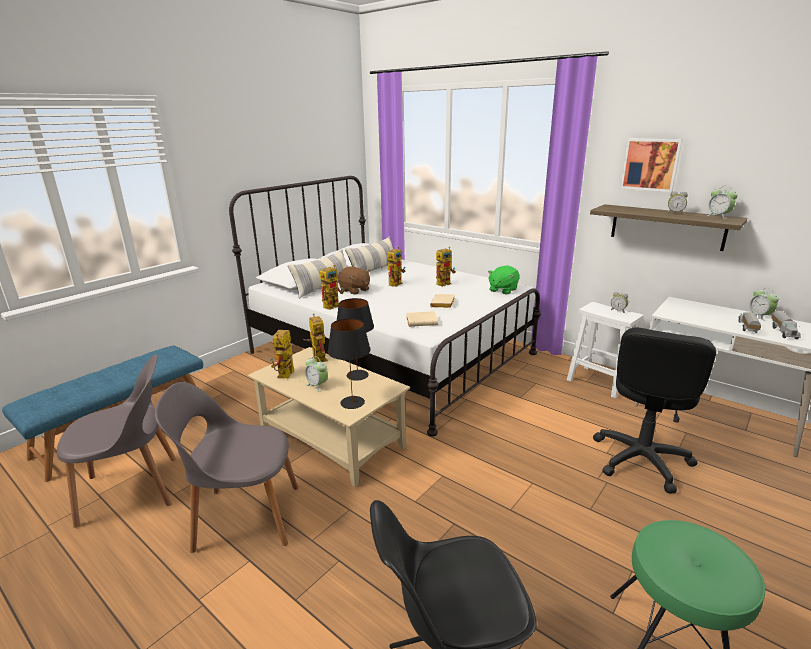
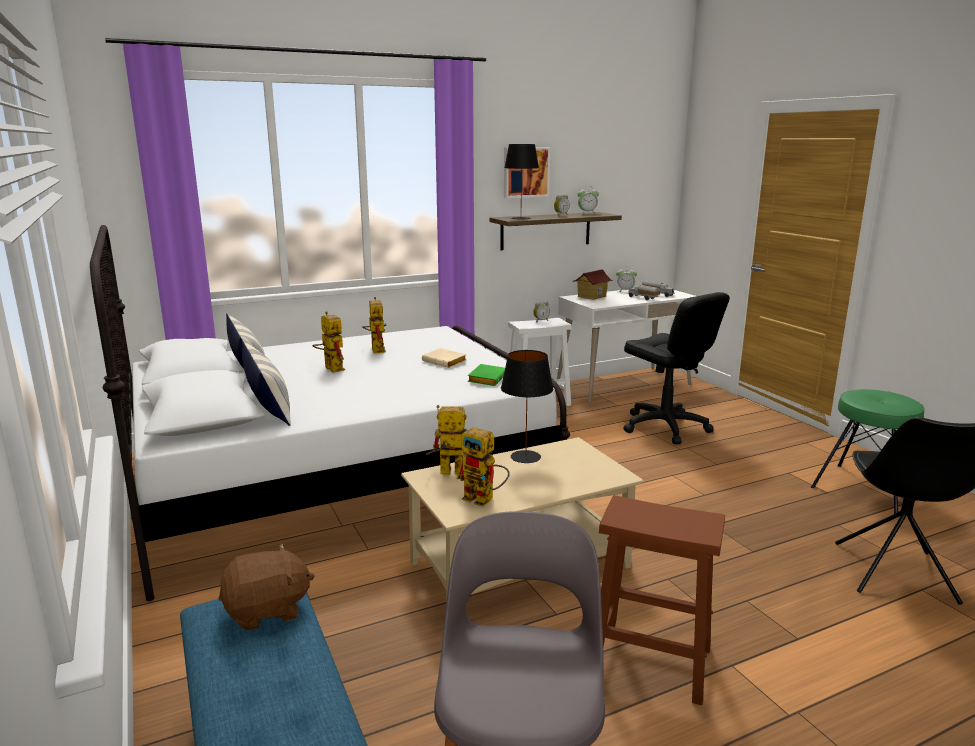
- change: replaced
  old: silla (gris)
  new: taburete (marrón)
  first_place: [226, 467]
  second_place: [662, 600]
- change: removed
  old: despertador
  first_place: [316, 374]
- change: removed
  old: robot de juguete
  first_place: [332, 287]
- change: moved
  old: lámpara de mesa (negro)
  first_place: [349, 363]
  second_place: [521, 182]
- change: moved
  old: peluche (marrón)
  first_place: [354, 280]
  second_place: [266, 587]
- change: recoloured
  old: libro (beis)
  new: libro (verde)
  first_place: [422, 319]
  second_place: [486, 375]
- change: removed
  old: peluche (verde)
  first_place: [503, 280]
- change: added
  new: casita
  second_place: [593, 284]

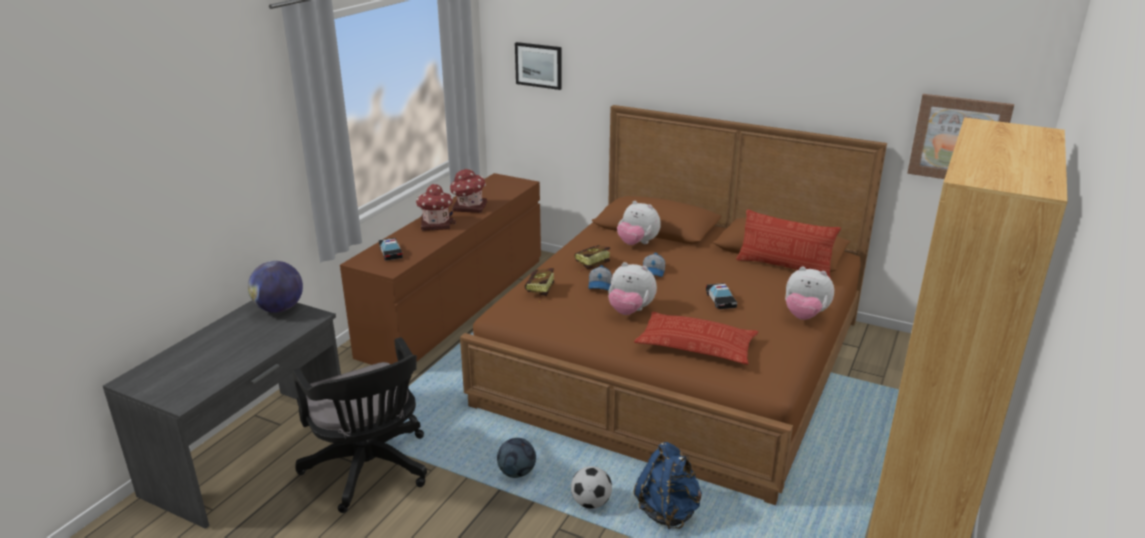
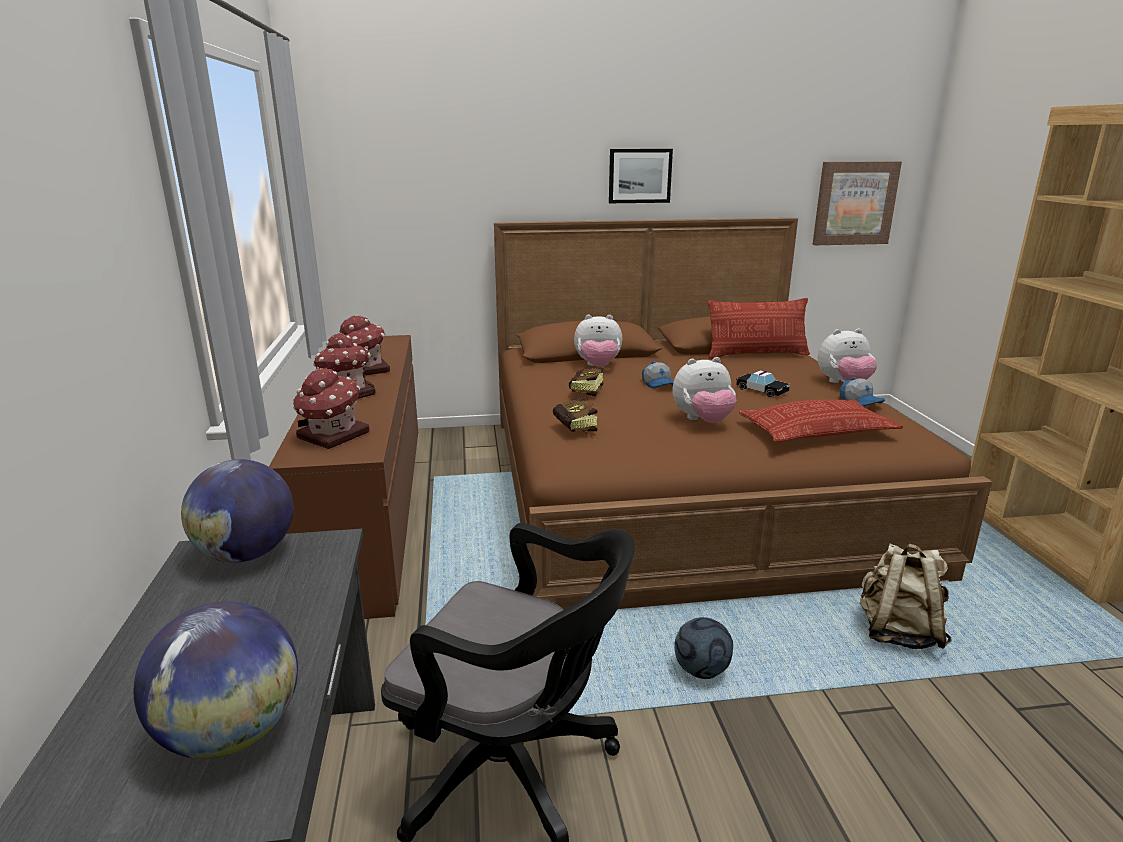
- change: replaced
  old: coche de juguete
  new: casita
  first_place: [391, 249]
  second_place: [331, 408]
- change: moved
  old: cuadro
  first_place: [538, 66]
  second_place: [641, 176]
- change: removed
  old: balón de fútbol
  first_place: [591, 487]
- change: moved
  old: gorra
  first_place: [600, 277]
  second_place: [862, 392]
- change: recoloured
  old: mochila (azul)
  new: mochila (beis)
  first_place: [668, 485]
  second_place: [906, 596]
- change: added
  new: globo terráqueo
  second_place: [215, 680]

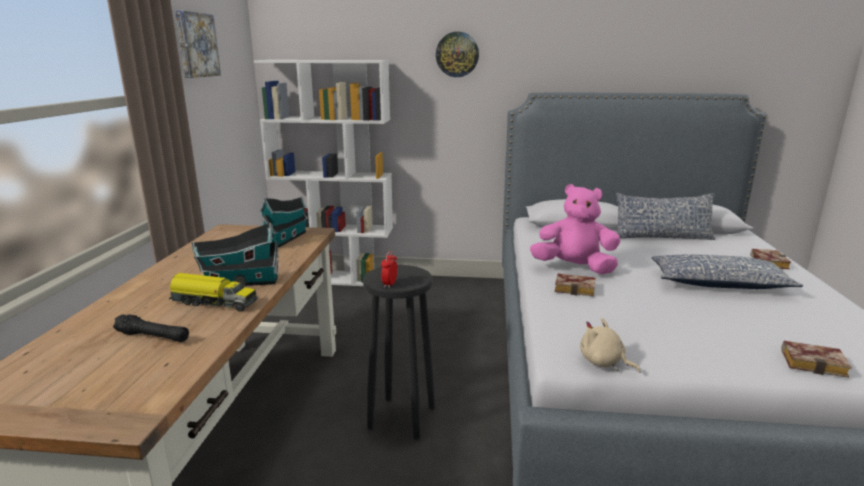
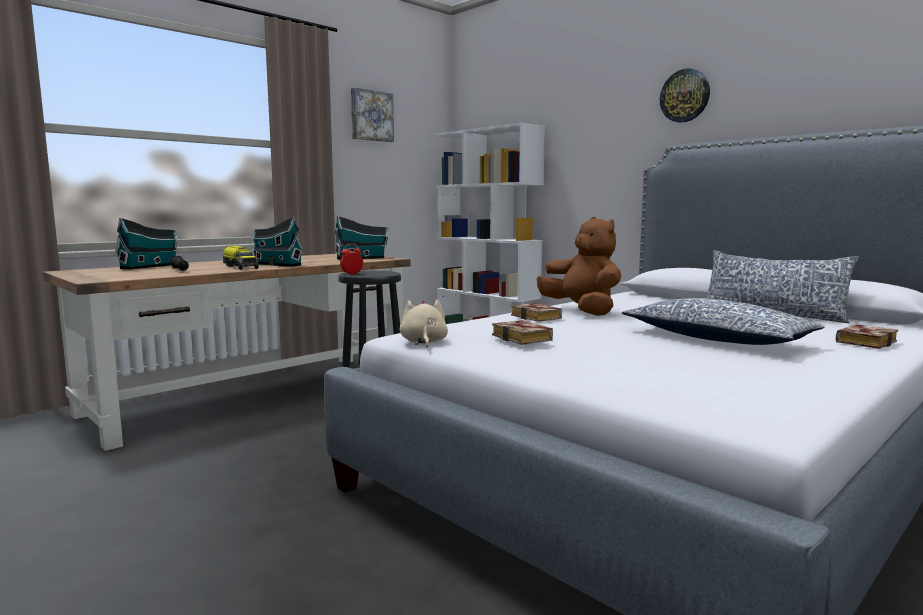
- change: moved
  old: reloj de pared
  first_place: [457, 54]
  second_place: [685, 95]
- change: recoloured
  old: peluche (rosa)
  new: peluche (marrón)
  first_place: [575, 229]
  second_place: [579, 266]
- change: moved
  old: libro
  first_place: [816, 359]
  second_place: [522, 332]
- change: added
  new: casita
  second_place: [146, 243]

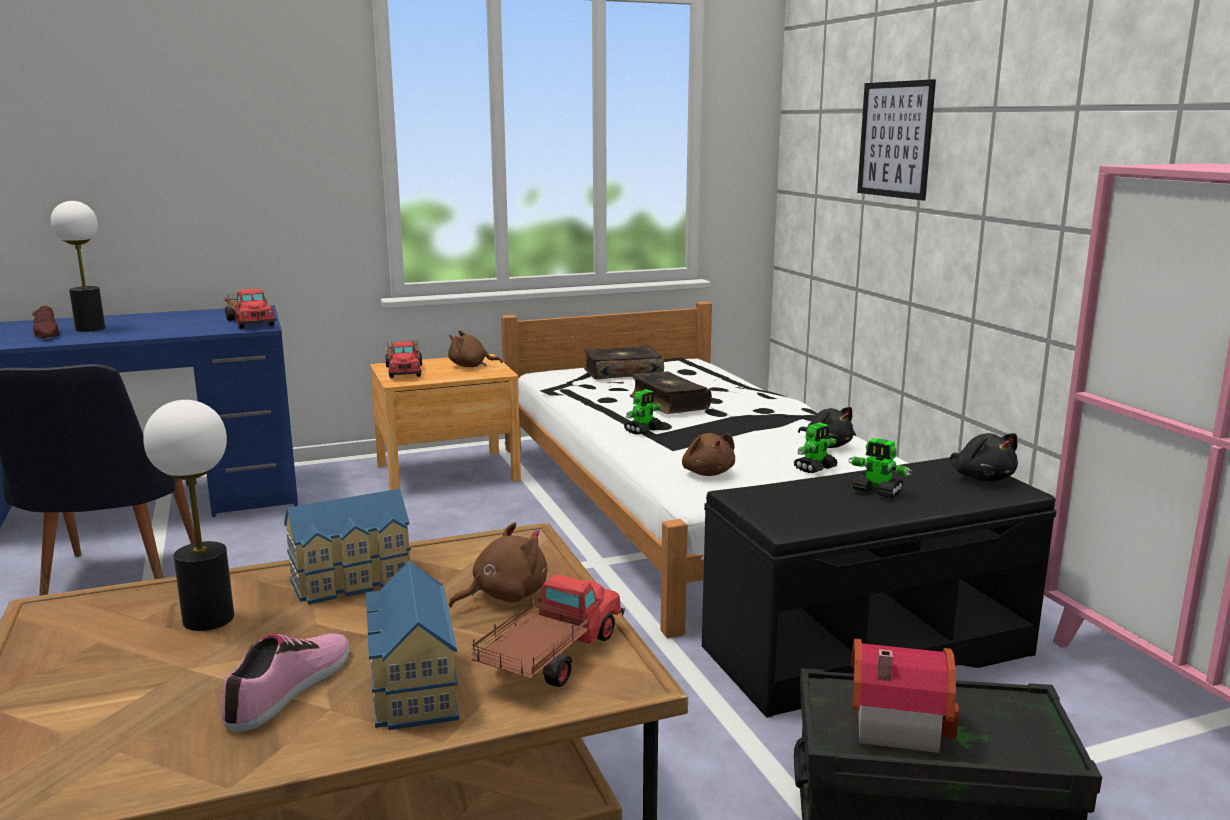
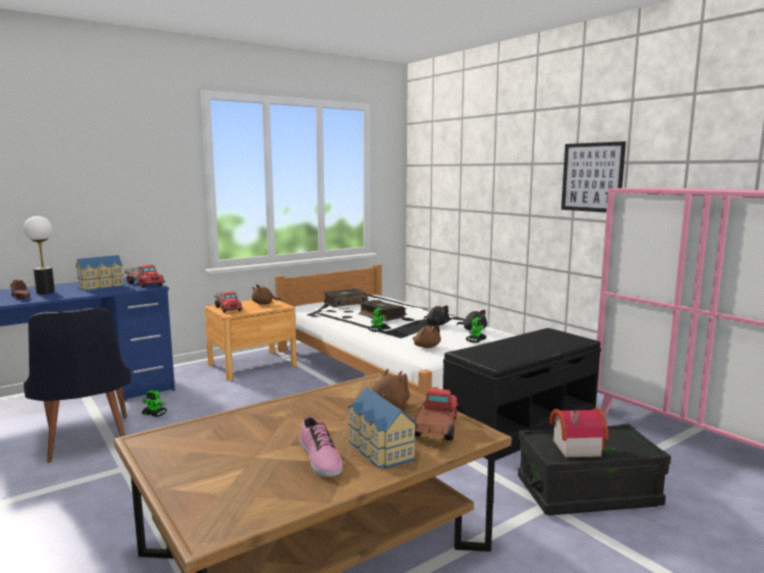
- change: removed
  old: lámpara de mesa
  first_place: [188, 515]
- change: turned
  old: zapato
  first_place: [285, 682]
  second_place: [321, 447]
  degrees: 150
- change: moved
  old: casita
  first_place: [347, 546]
  second_place: [100, 273]
- change: moved
  old: robot de juguete
  first_place: [881, 468]
  second_place: [154, 403]
- change: moved
  old: cuadro
  first_place: [896, 139]
  second_place: [593, 176]
- change: moved
  old: peluche (negro)
  first_place: [984, 457]
  second_place: [436, 315]

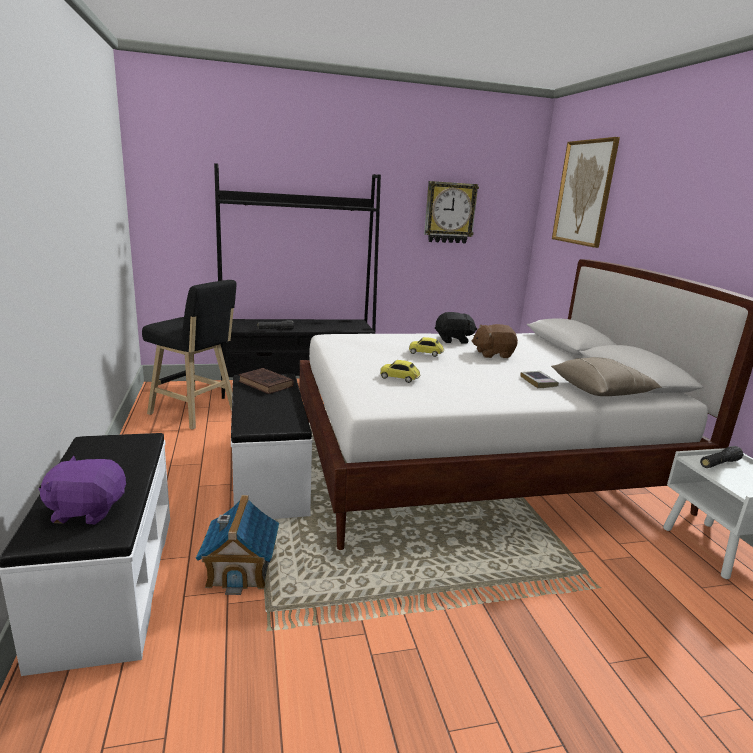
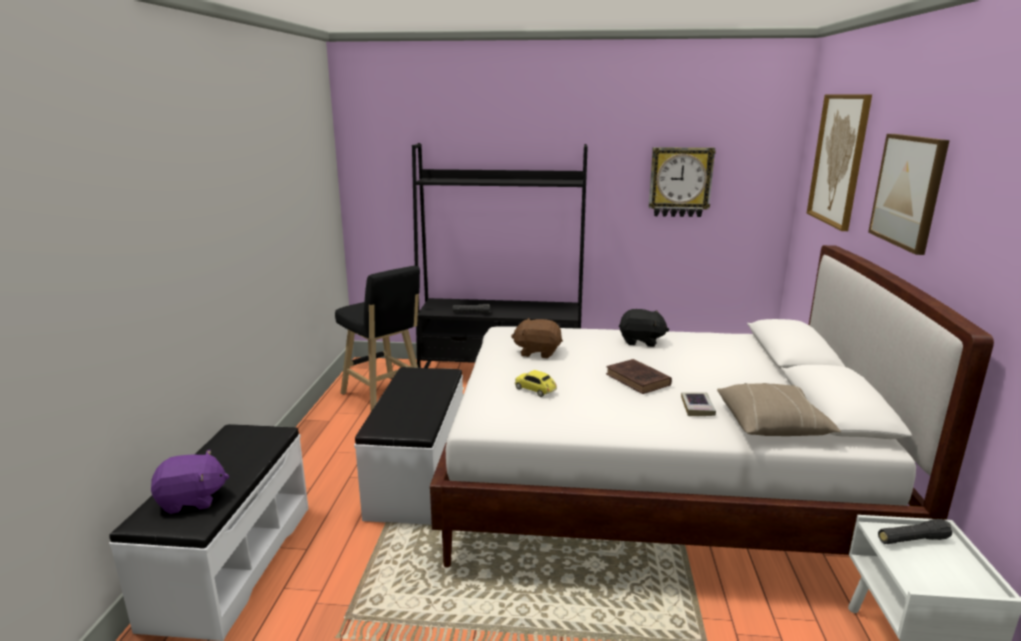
- change: turned
  old: peluche (morado)
  first_place: [82, 490]
  second_place: [190, 482]
  degrees: 150
- change: removed
  old: casita
  first_place: [237, 545]
- change: moved
  old: libro (marrón)
  first_place: [266, 381]
  second_place: [639, 376]
- change: removed
  old: coche de juguete
  first_place: [426, 347]
- change: moved
  old: peluche (marrón)
  first_place: [494, 341]
  second_place: [537, 338]
- change: added
  new: cuadro
  second_place: [909, 194]

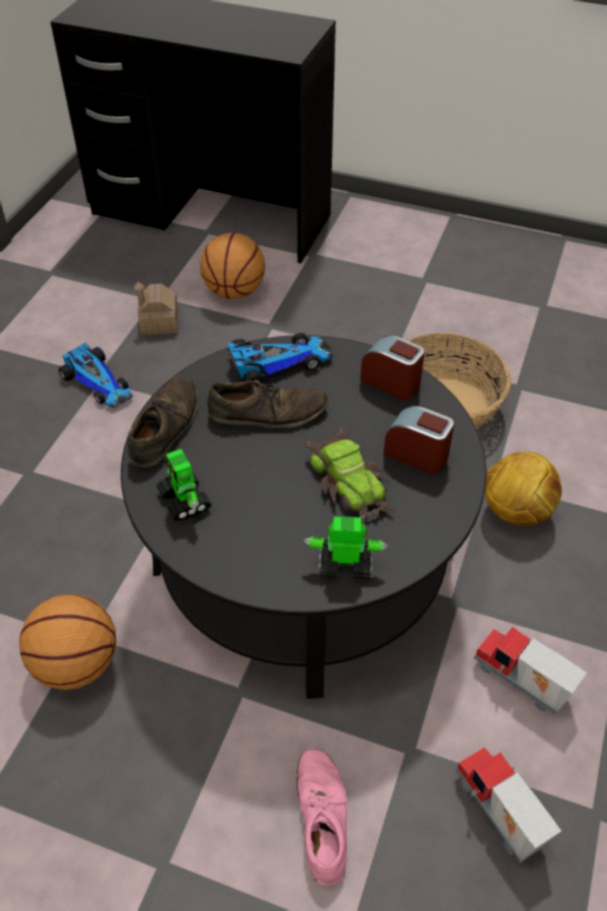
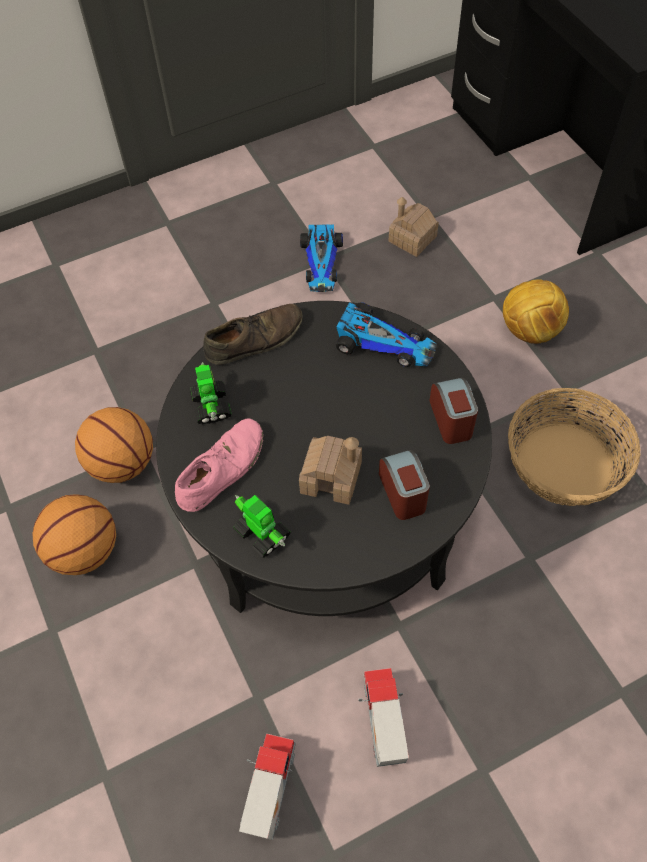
- change: turned
  old: robot de juguete
  first_place: [183, 485]
  second_place: [211, 393]
  degrees: 150
- change: moved
  old: balón de baloncesto
  first_place: [232, 266]
  second_place: [74, 534]
- change: removed
  old: zapato (marrón)
  first_place: [267, 404]
- change: moved
  old: zapato (rosa)
  first_place: [322, 817]
  second_place: [219, 465]
- change: replaced
  old: coche de juguete
  new: casita
  first_place: [351, 476]
  second_place: [330, 470]
- change: moved
  old: balón de fútbol
  first_place: [523, 488]
  second_place: [536, 312]

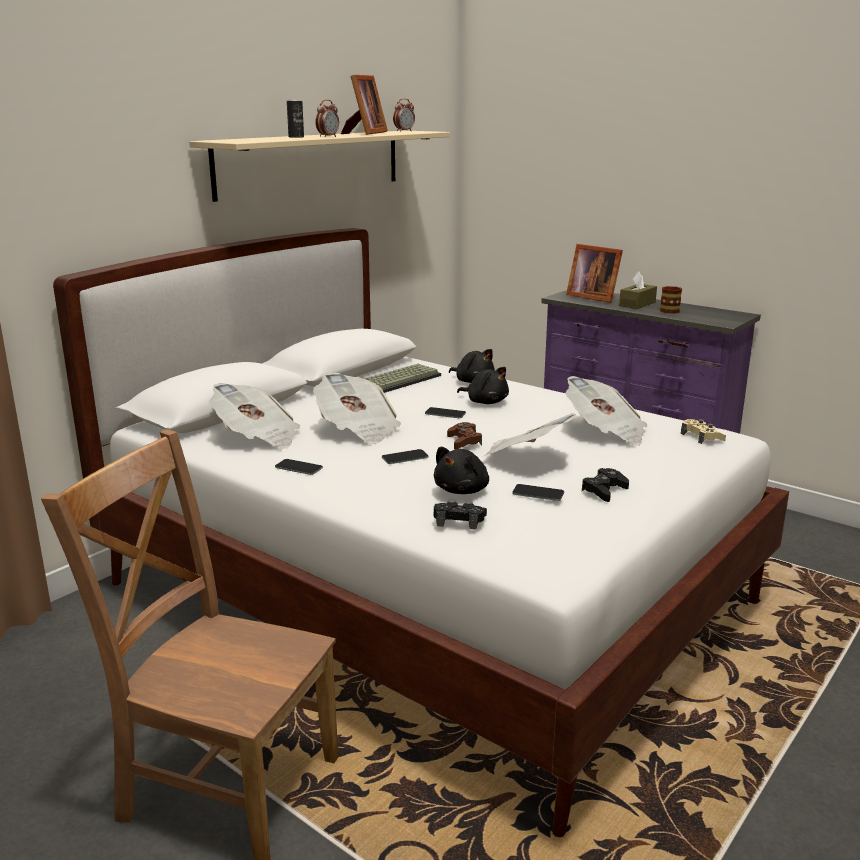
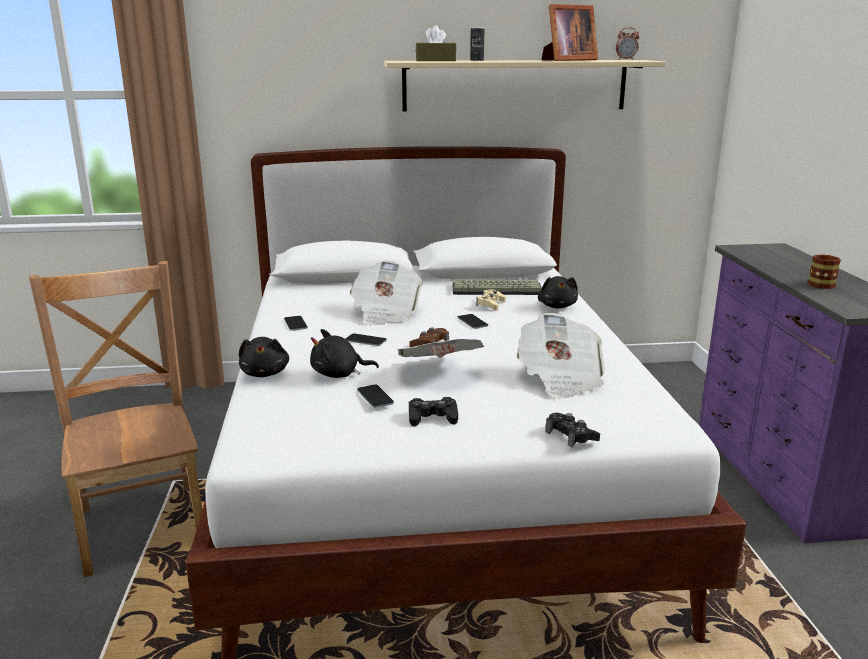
- change: removed
  old: periódico
  first_place: [254, 415]
- change: removed
  old: despertador
  first_place: [327, 118]
- change: moved
  old: mando de consola (negro)
  first_place: [460, 514]
  second_place: [572, 430]
- change: moved
  old: peluche (negro)
  first_place: [483, 385]
  second_place: [264, 357]
- change: removed
  old: portarretratos
  first_place: [594, 273]
- change: moved
  old: caja de pañuelos (marrón)
  first_place: [638, 290]
  second_place: [436, 43]
- change: moved
  old: mando de consola (beis)
  first_place: [703, 431]
  second_place: [491, 300]

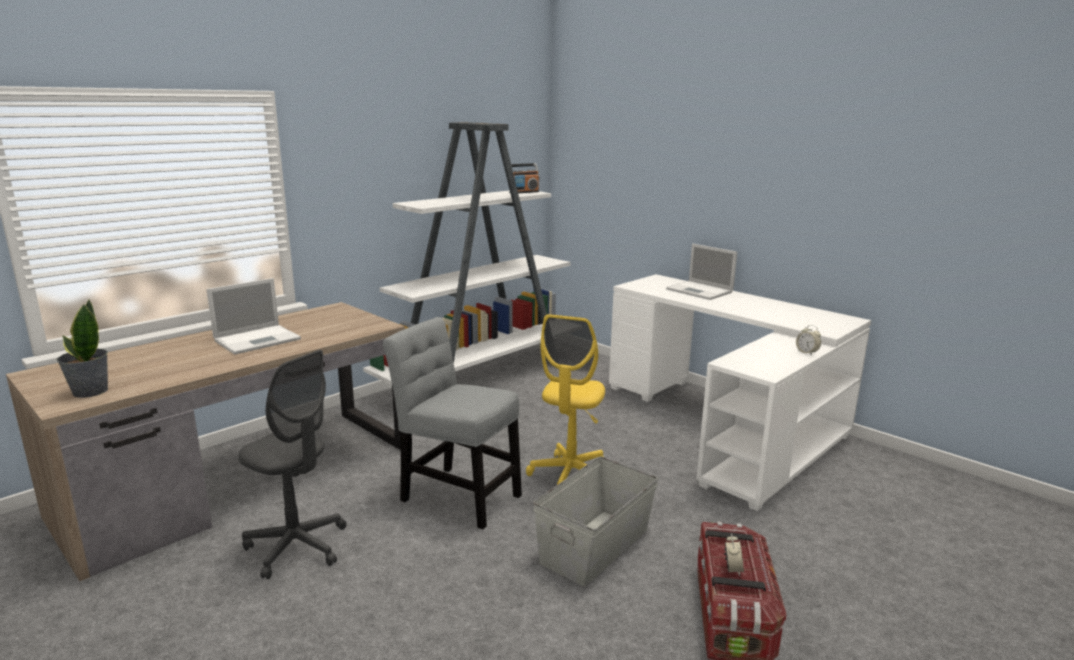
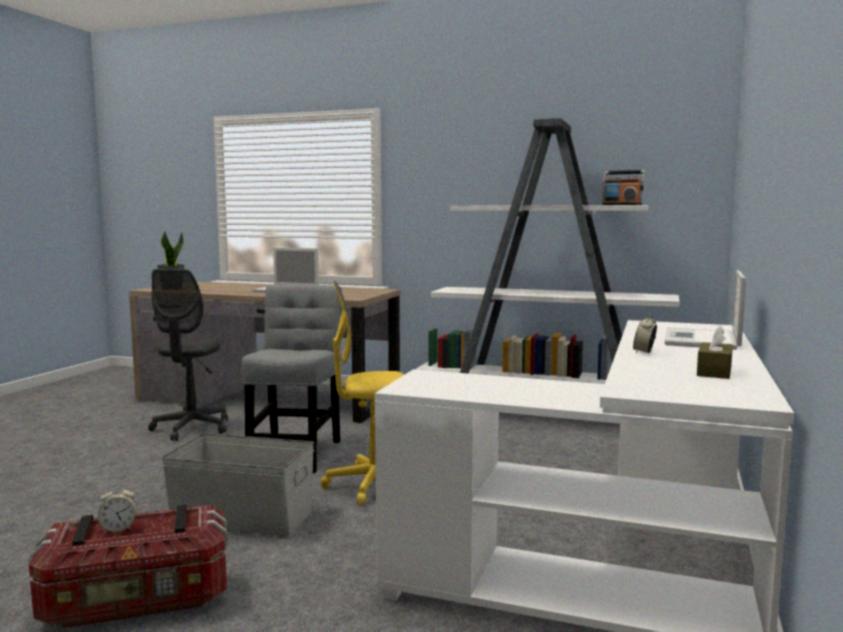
- change: moved
  old: despertador
  first_place: [808, 340]
  second_place: [645, 333]
- change: added
  new: caja de pañuelos (marrón)
  second_place: [715, 352]

